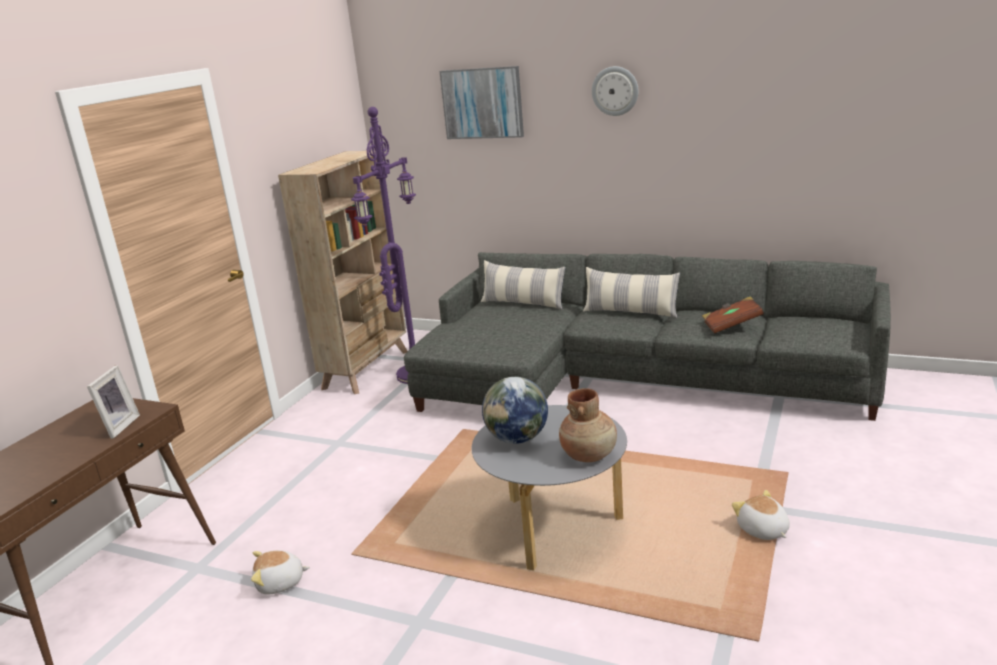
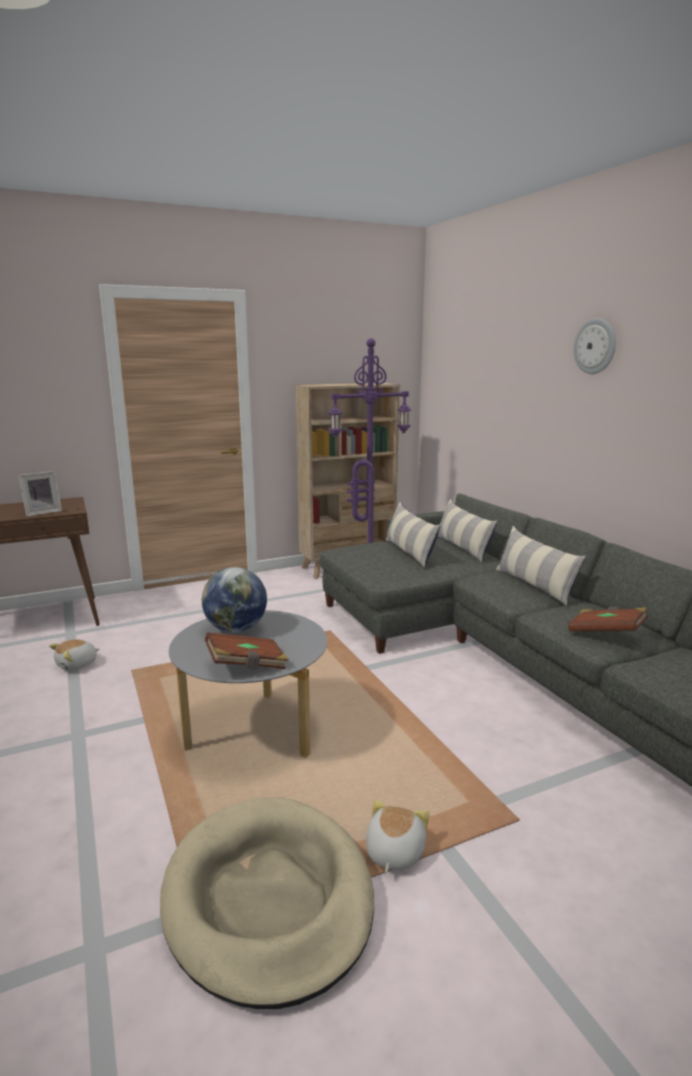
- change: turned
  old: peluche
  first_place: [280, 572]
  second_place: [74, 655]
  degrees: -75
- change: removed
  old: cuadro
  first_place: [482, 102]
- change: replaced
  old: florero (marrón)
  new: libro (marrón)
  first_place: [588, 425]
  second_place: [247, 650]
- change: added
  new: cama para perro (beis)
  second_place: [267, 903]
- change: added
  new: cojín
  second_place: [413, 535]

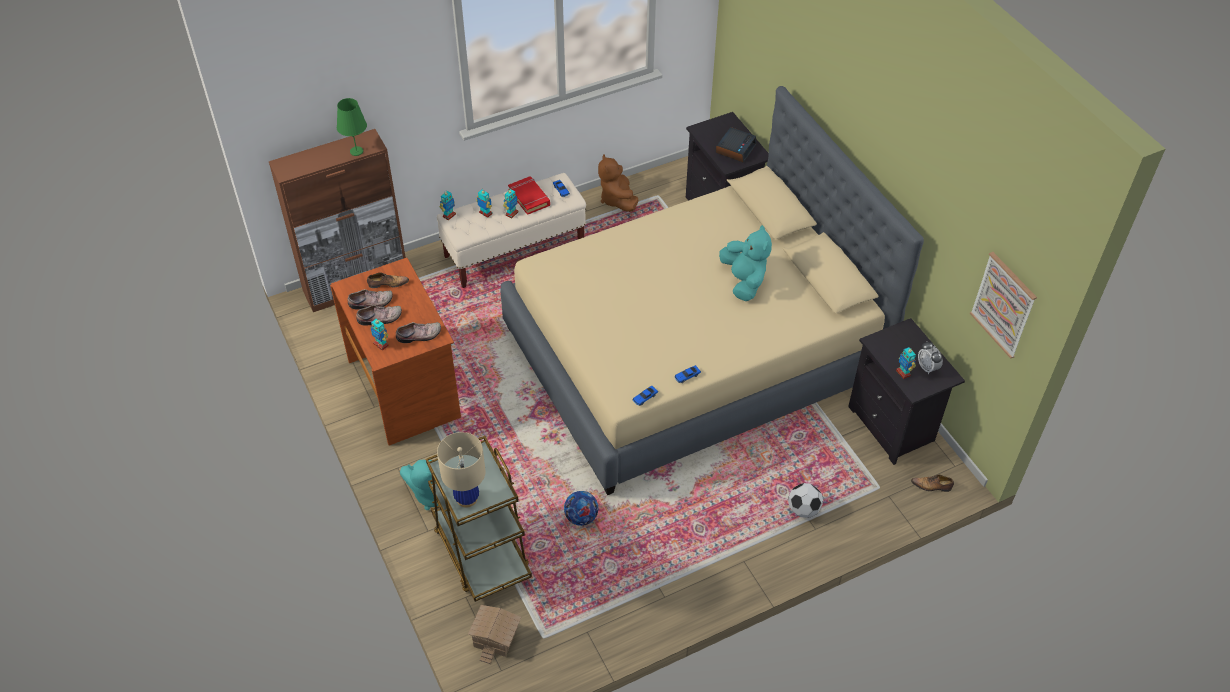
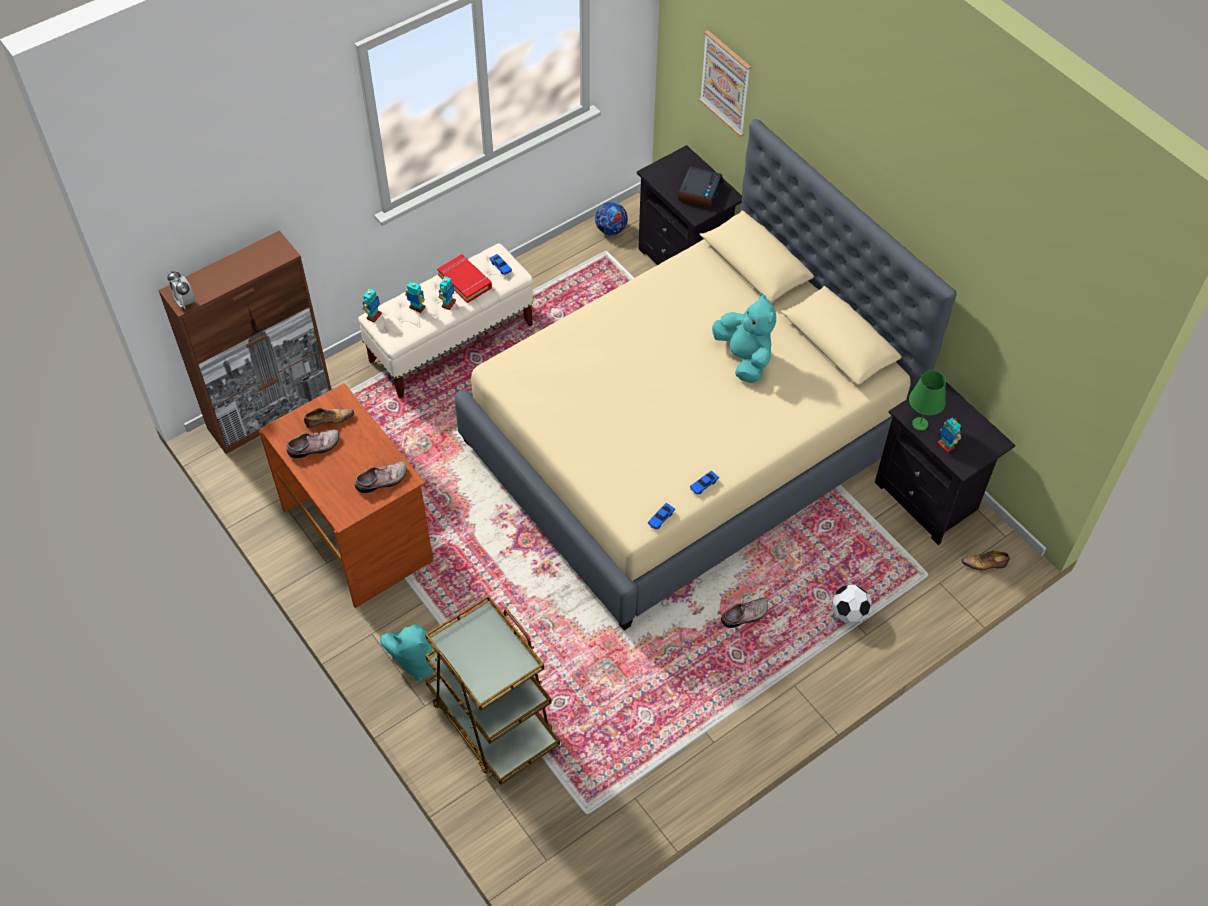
- change: moved
  old: lámpara de mesa (verde)
  first_place: [352, 127]
  second_place: [927, 401]
- change: moved
  old: zapato
  first_place: [379, 315]
  second_place: [744, 613]
- change: removed
  old: robot de juguete
  first_place: [380, 335]
- change: removed
  old: lámpara de mesa (beis)
  first_place: [461, 470]
- change: removed
  old: casita
  first_place: [494, 634]
- change: moved
  old: balón de fútbol
  first_place: [581, 508]
  second_place: [611, 218]
- change: removed
  old: peluche (marrón)
  first_place: [618, 183]
- change: moved
  old: despertador
  first_place: [930, 358]
  second_place: [181, 290]
- change: moved
  old: cuadro
  first_place: [1003, 305]
  second_place: [725, 83]

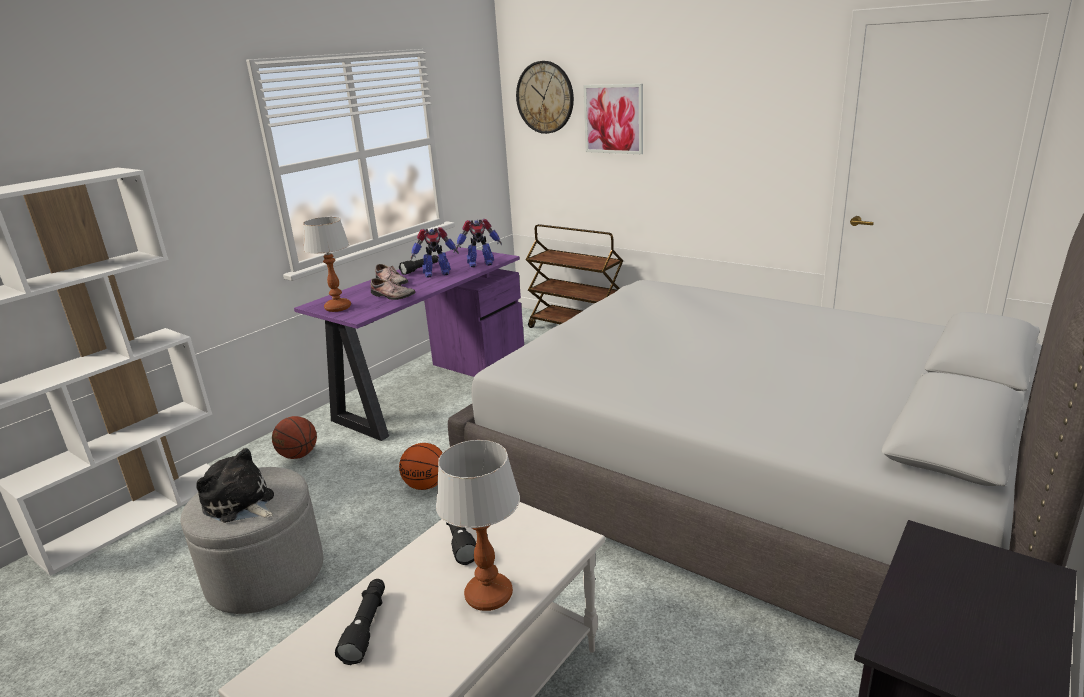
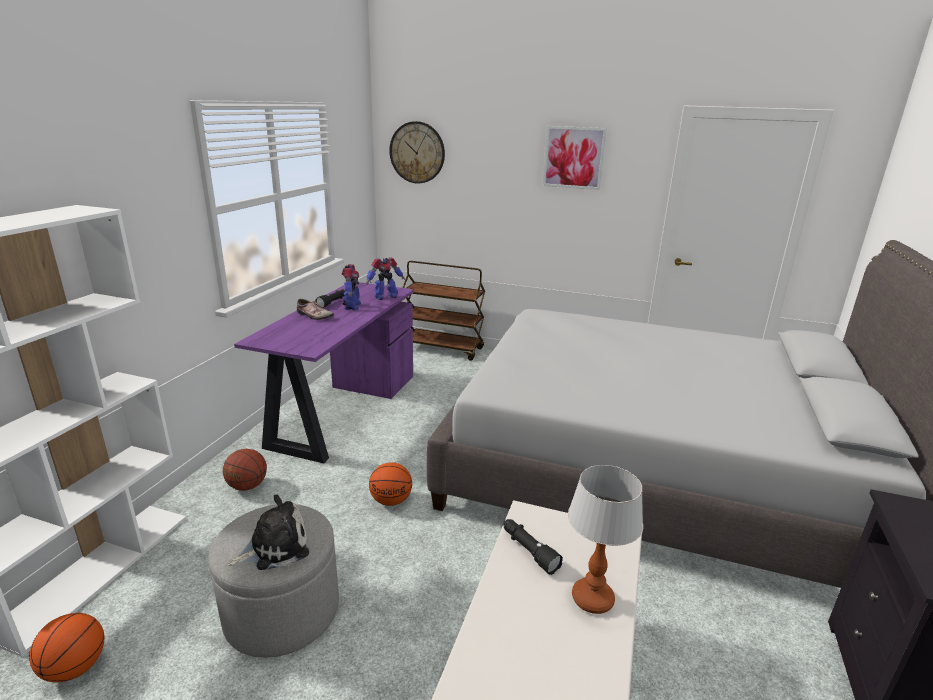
- change: turned
  old: peluche
  first_place: [235, 485]
  second_place: [268, 532]
  degrees: 135
- change: removed
  old: lámpara de mesa
  first_place: [327, 264]
- change: removed
  old: linterna (negro)
  first_place: [360, 622]
- change: removed
  old: zapato
  first_place: [393, 289]
- change: turned
  old: robot de juguete
  first_place: [435, 252]
  second_place: [351, 287]
  degrees: -60
- change: moved
  old: cuadro
  first_place: [613, 119]
  second_place: [574, 158]
- change: added
  new: balón de baloncesto
  second_place: [66, 647]

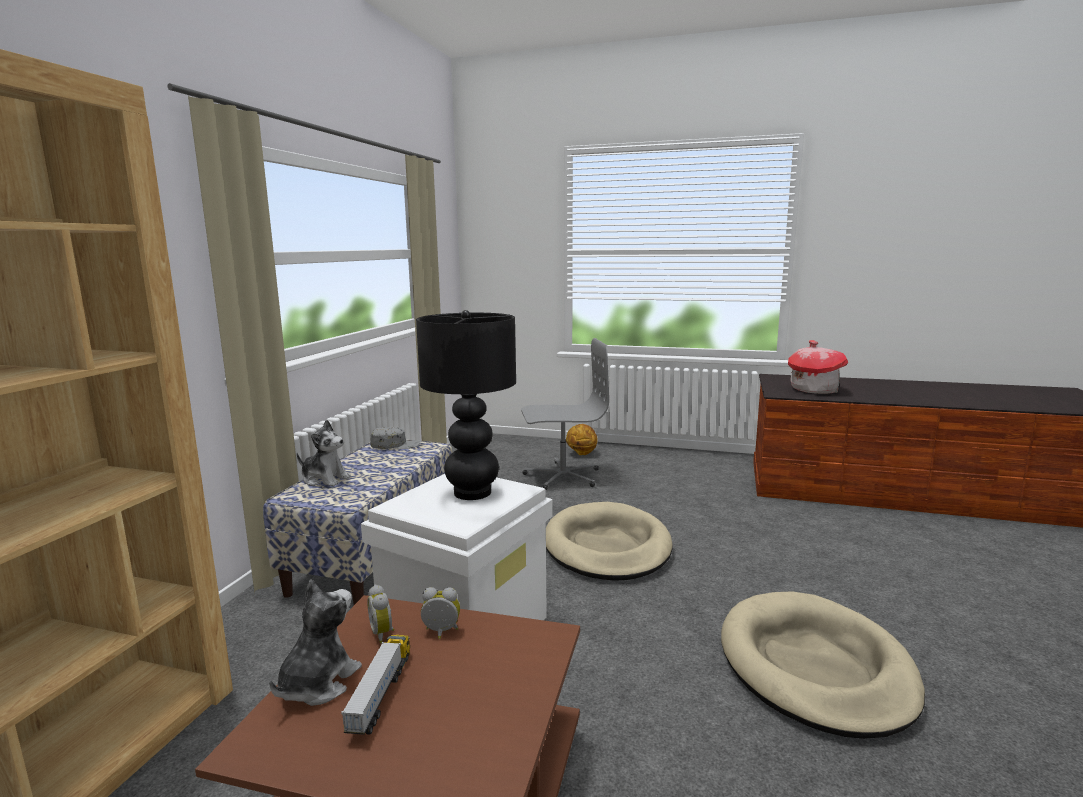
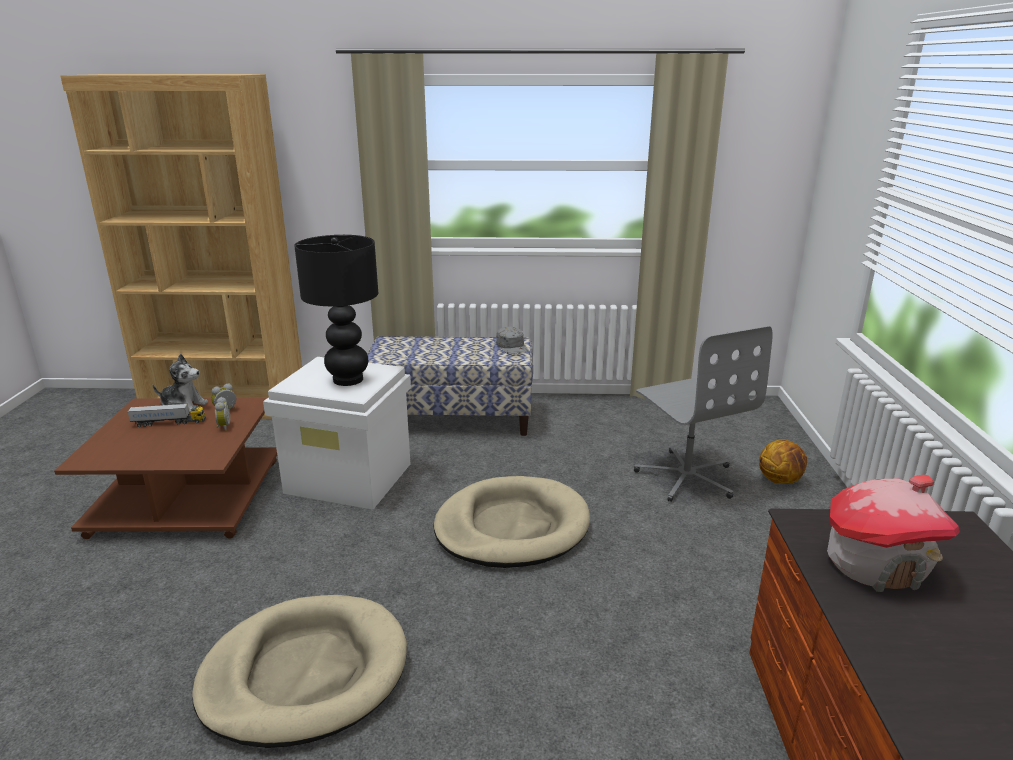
- change: removed
  old: peluche
  first_place: [324, 453]

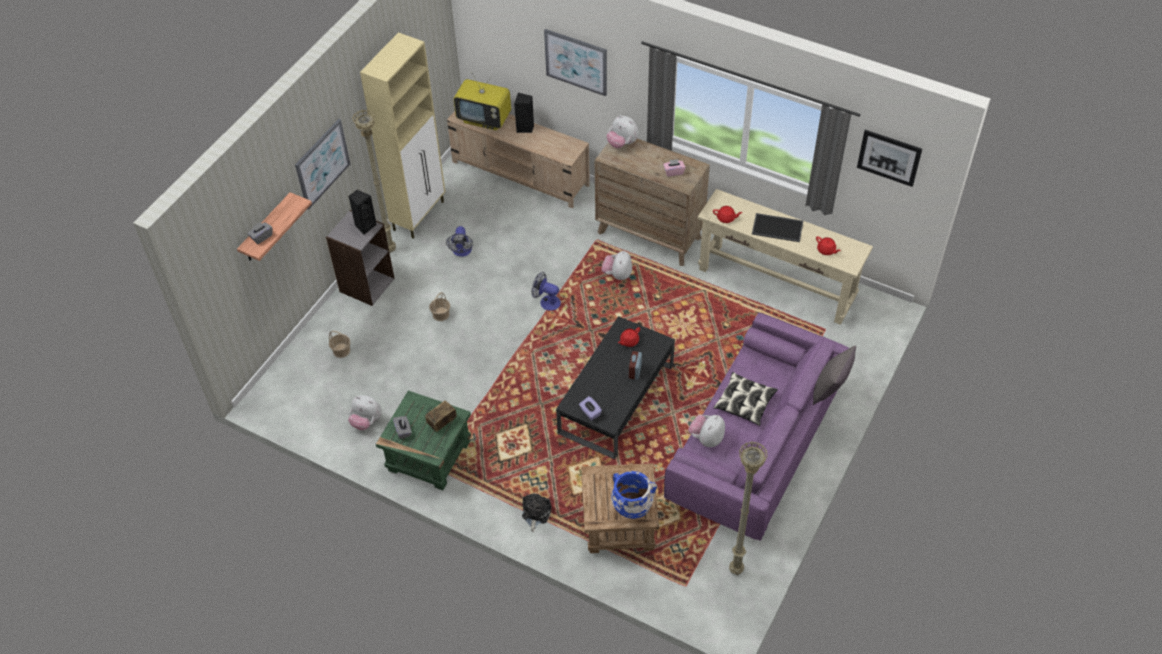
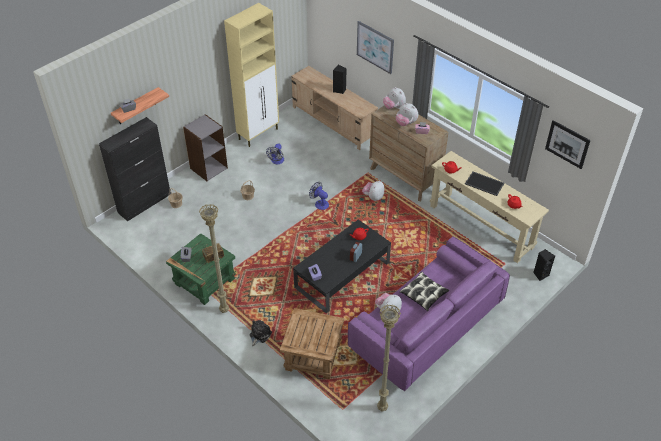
- change: removed
  old: cuadro
  first_place: [322, 164]
- change: moved
  old: peluche
  first_place: [365, 412]
  second_place: [407, 114]
- change: moved
  old: altavoz (negro)
  first_place: [363, 212]
  second_place: [544, 265]
- change: moved
  old: lámpara de pie (beis)
  first_place: [374, 181]
  second_place: [214, 258]
- change: removed
  old: televisor
  first_place: [482, 101]
- change: removed
  old: florero (azul)
  first_place: [634, 495]
- change: removed
  old: cojín (gris)
  first_place: [834, 375]
- change: added
  new: armario (negro)
  second_place: [135, 169]

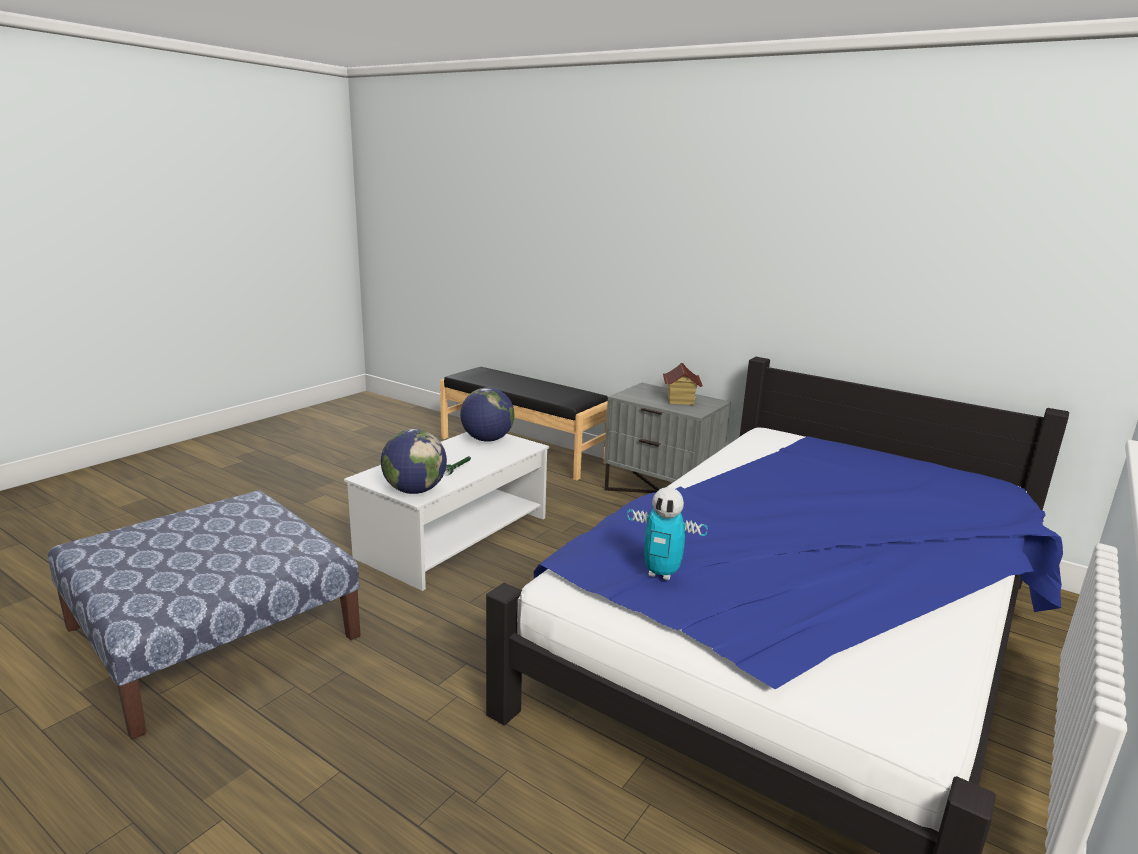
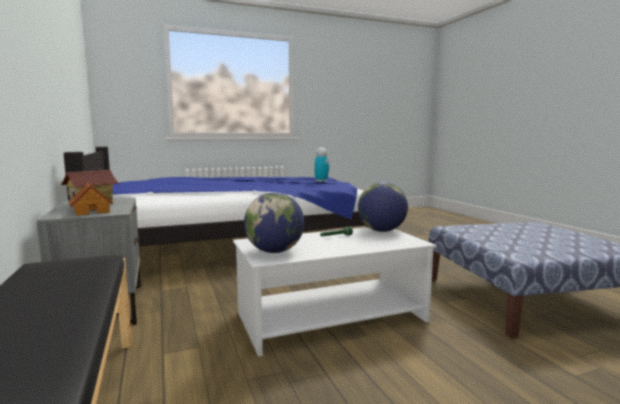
- change: added
  new: casita
  second_place: [91, 199]

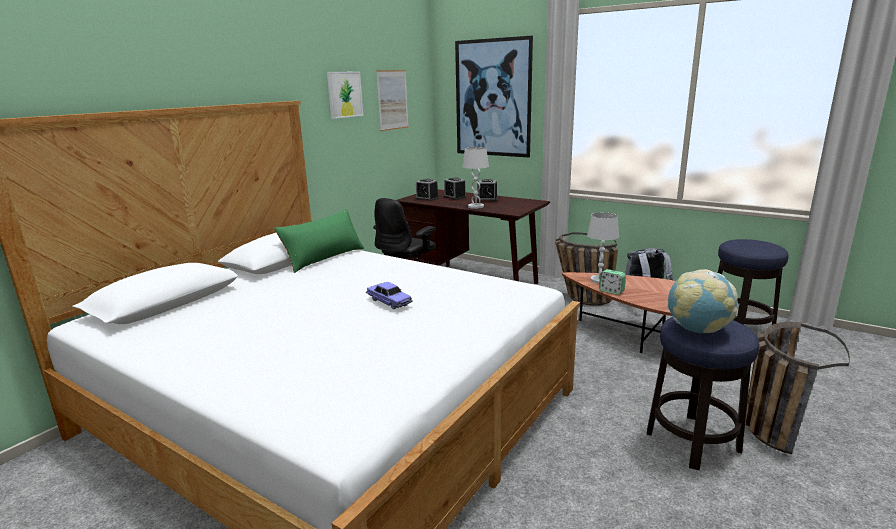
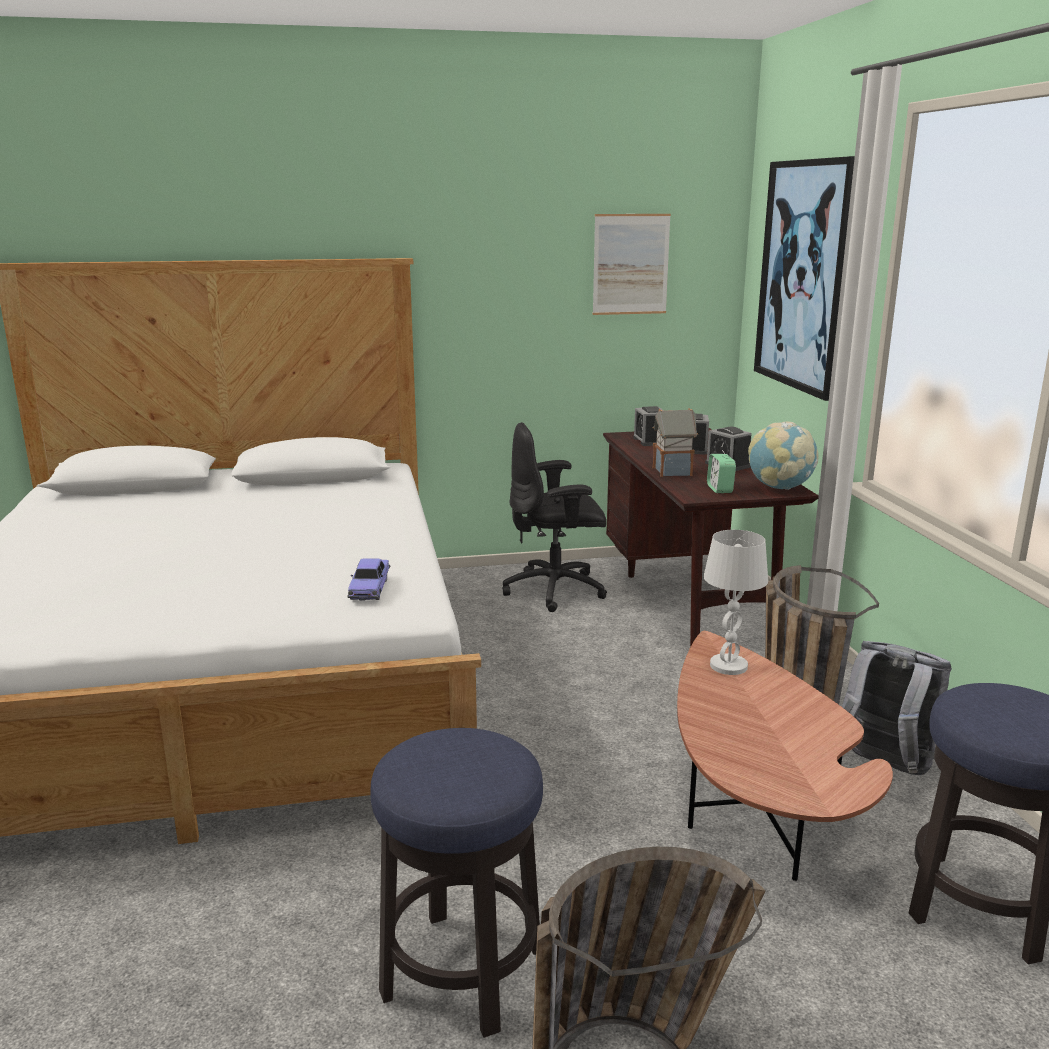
- change: removed
  old: cojín (verde)
  first_place: [319, 241]
- change: removed
  old: cuadro
  first_place: [345, 95]
- change: moved
  old: coche de juguete
  first_place: [389, 295]
  second_place: [368, 579]
- change: replaced
  old: lámpara de mesa (blanco)
  new: casita
  first_place: [476, 178]
  second_place: [675, 442]
- change: moved
  old: despertador
  first_place: [612, 282]
  second_place: [721, 473]
- change: moved
  old: globo terráqueo
  first_place: [702, 301]
  second_place: [783, 456]

